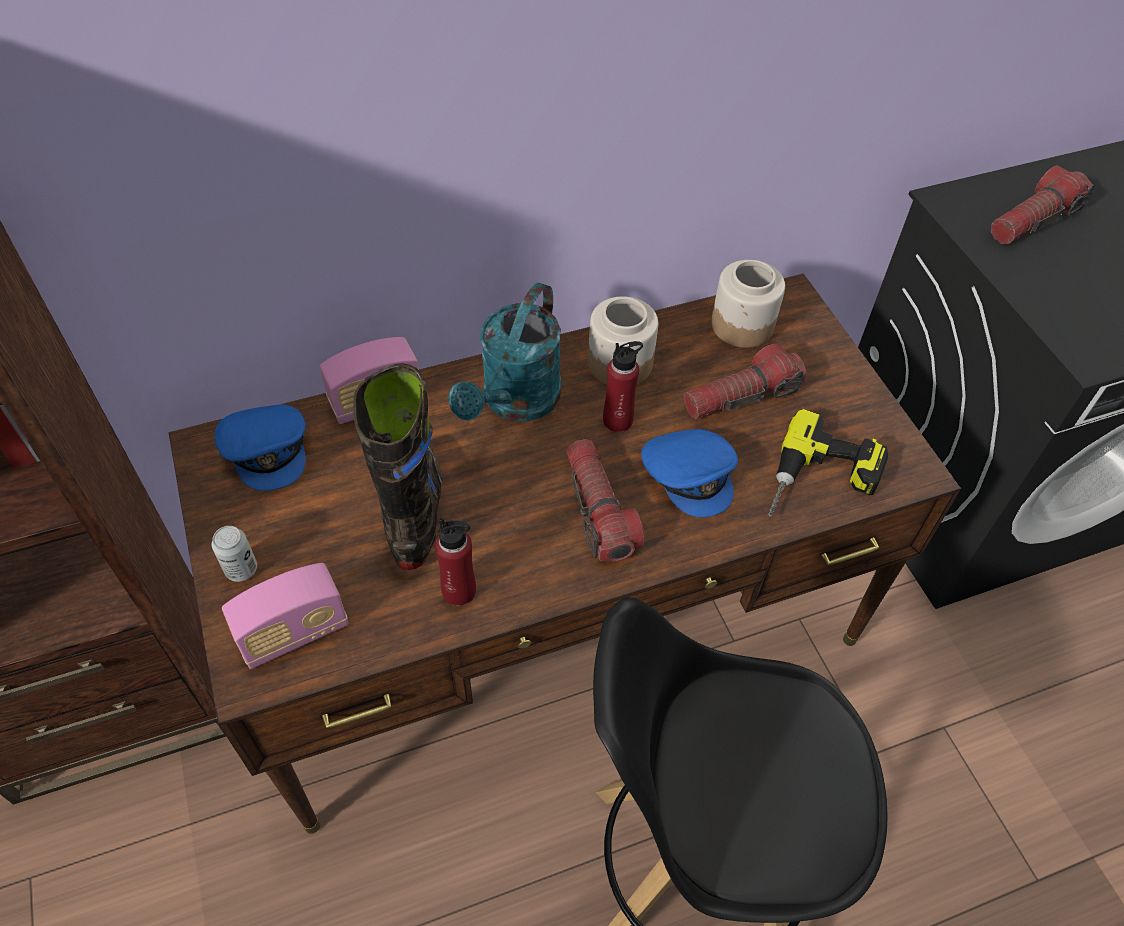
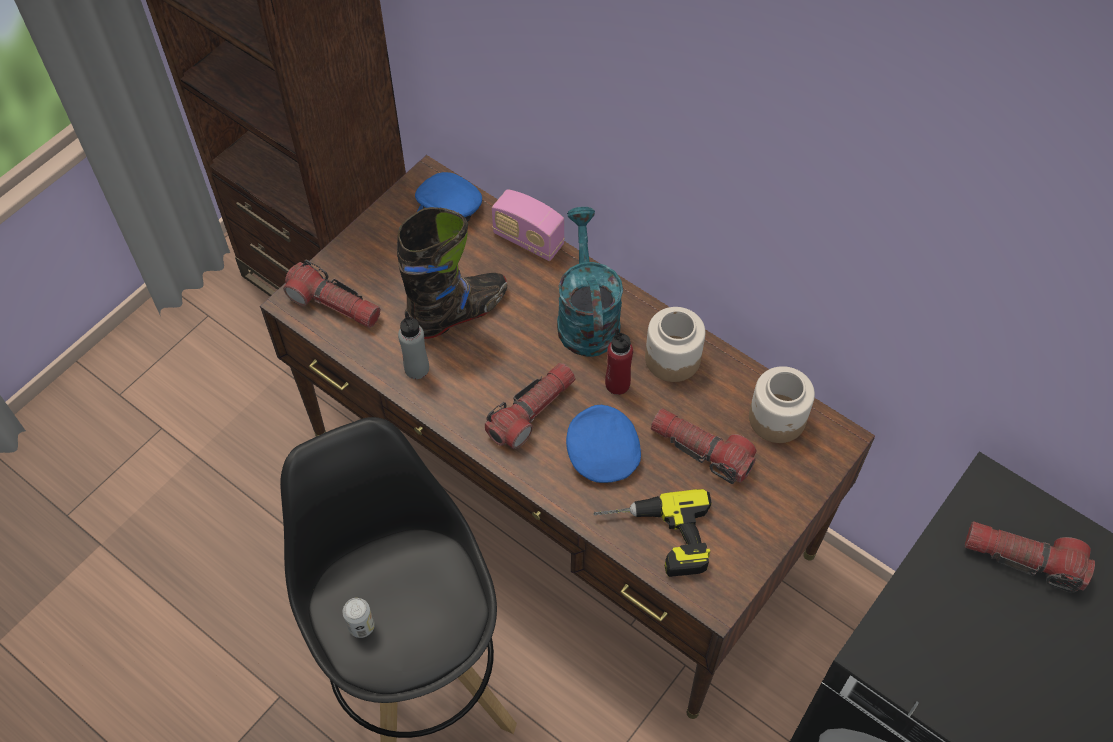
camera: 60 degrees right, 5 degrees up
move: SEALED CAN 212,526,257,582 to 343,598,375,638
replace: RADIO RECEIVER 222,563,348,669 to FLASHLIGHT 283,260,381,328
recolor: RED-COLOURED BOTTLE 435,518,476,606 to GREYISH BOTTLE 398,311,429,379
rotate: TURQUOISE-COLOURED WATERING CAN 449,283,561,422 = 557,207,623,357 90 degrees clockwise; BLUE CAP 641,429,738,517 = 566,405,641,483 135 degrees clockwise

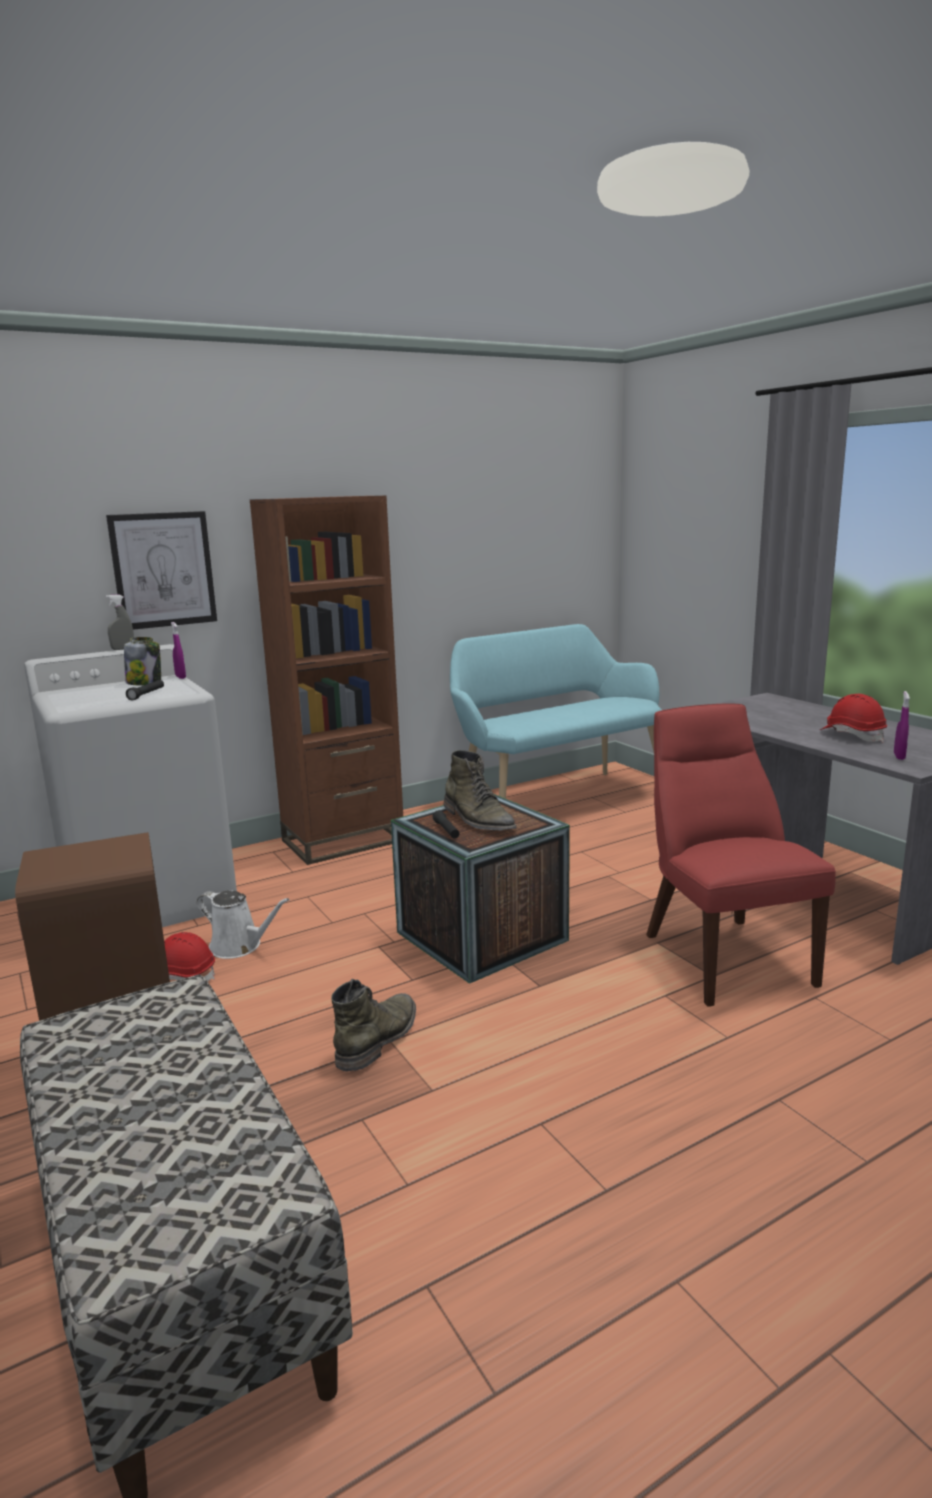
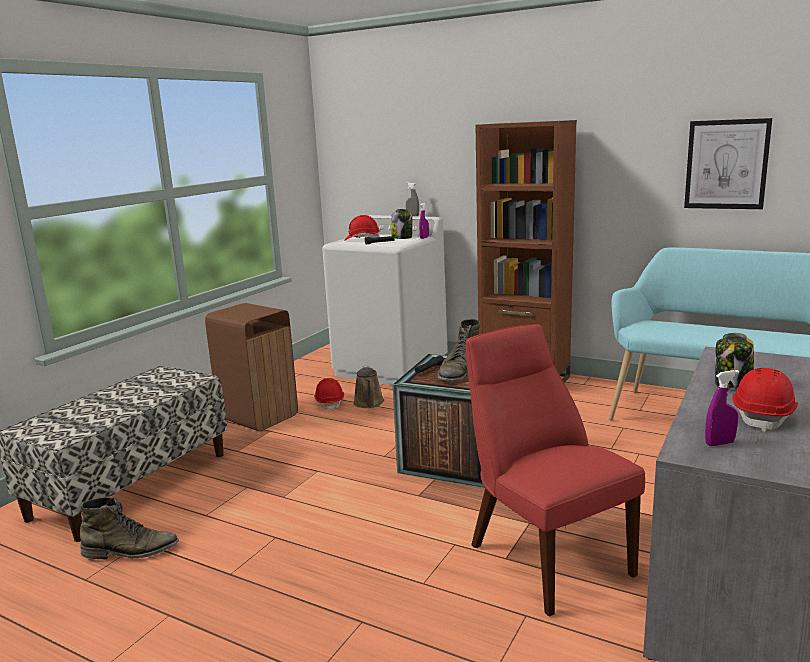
camera: 60 degrees right, 0 degrees up
insert: RED-COLOURED SAFETY HELMET 344,215,380,241; PRESERVE JAR 715,333,754,391
move: WALL ART 106,511,217,630 to 684,118,772,209; GREEN HIGH-TOP BOOT 331,979,416,1071 to 80,497,179,560
recolor: WHITISH WATERING CAN 197,890,290,959 to BROWN WATERING CAN 353,365,384,408
rotate: RED-COLOURED UPRIGHT CHAIR 646,703,836,1007 = 466,324,645,616 75 degrees counterclockwise

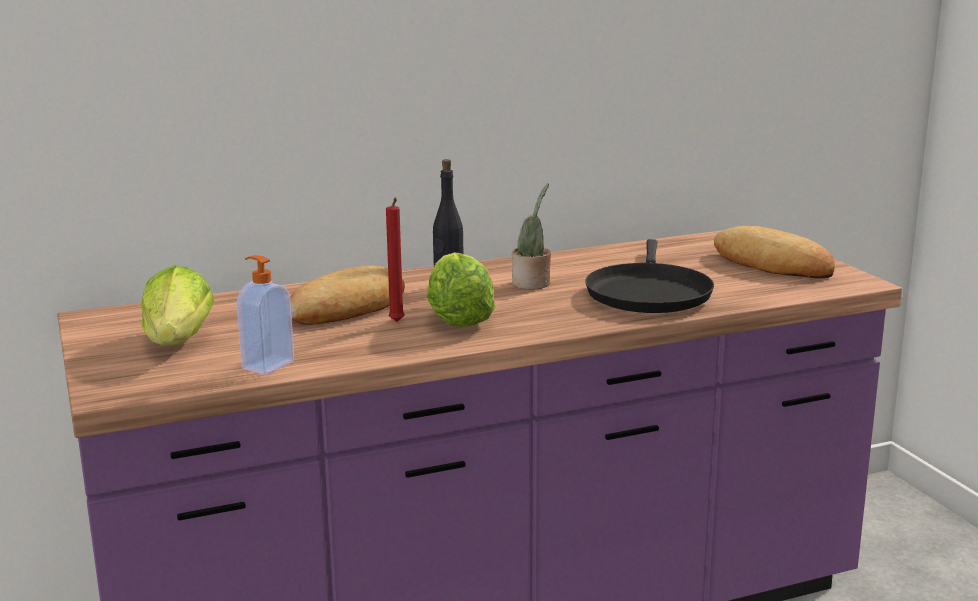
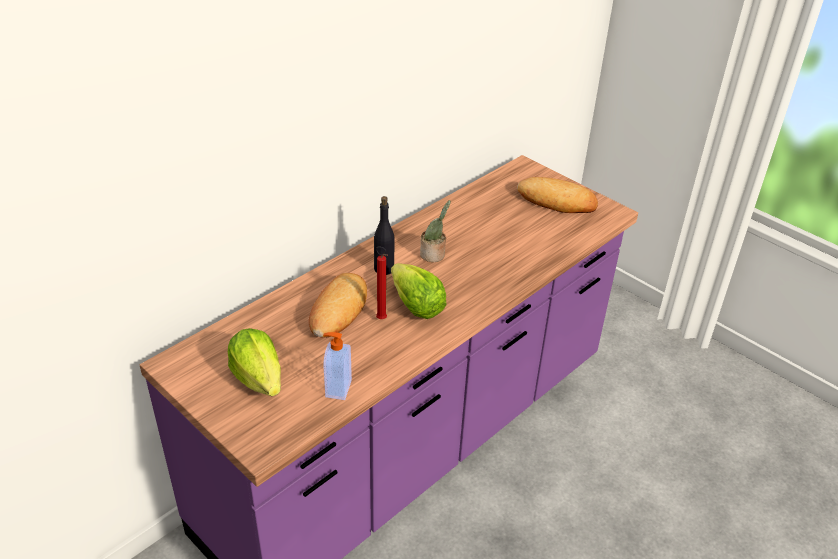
camera: 25 degrees left, 20 degrees up
delete: BLACK-COLOURED FRYING PAN 585,239,714,313

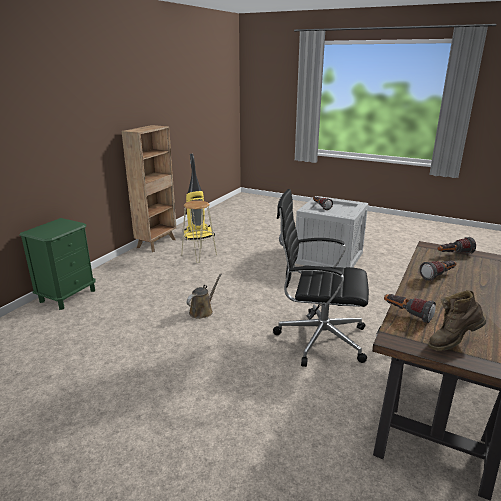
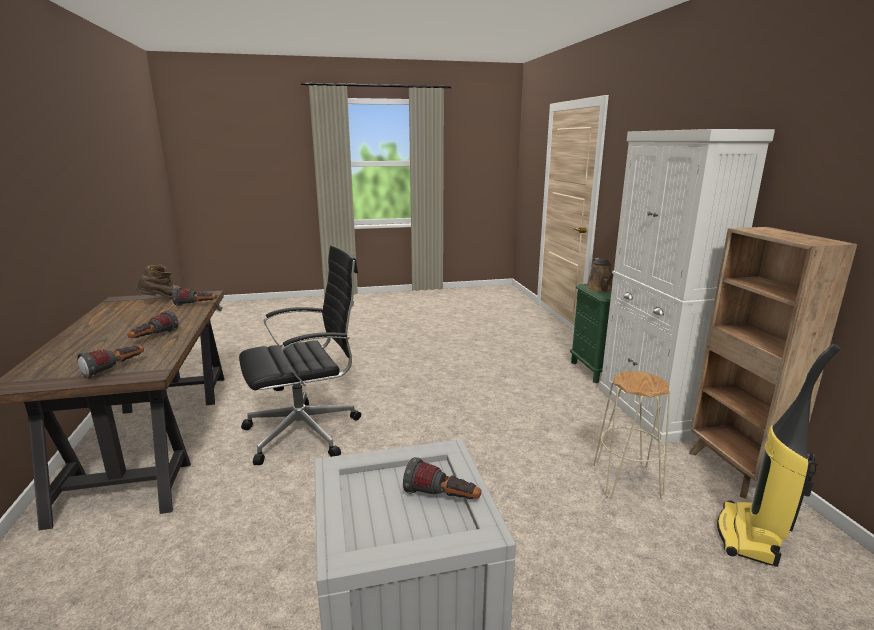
camera: 140 degrees right, 5 degrees down
insert: WHITISH STORAGE CABINET 599,129,775,444
move: BROWN WATERING CAN 187,273,222,319 to 586,258,614,292

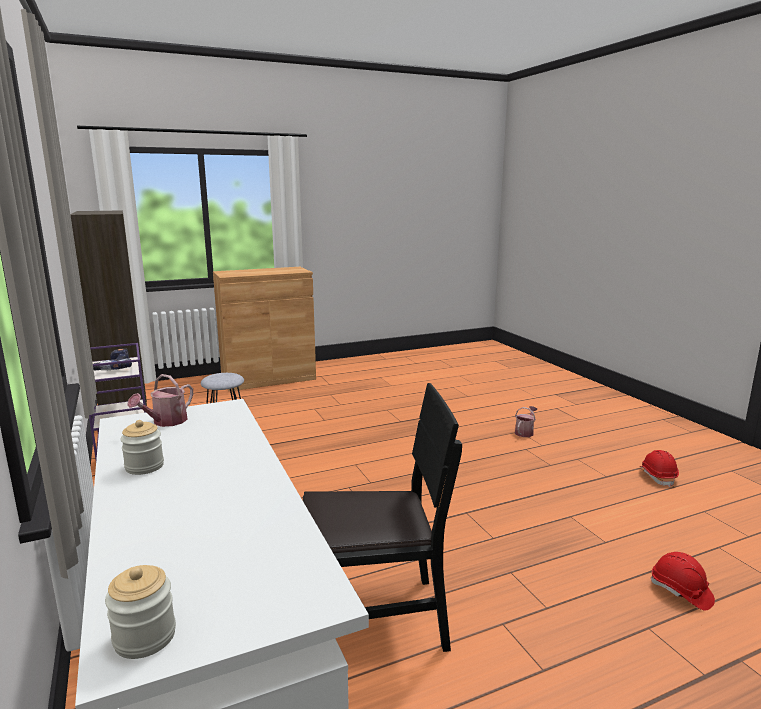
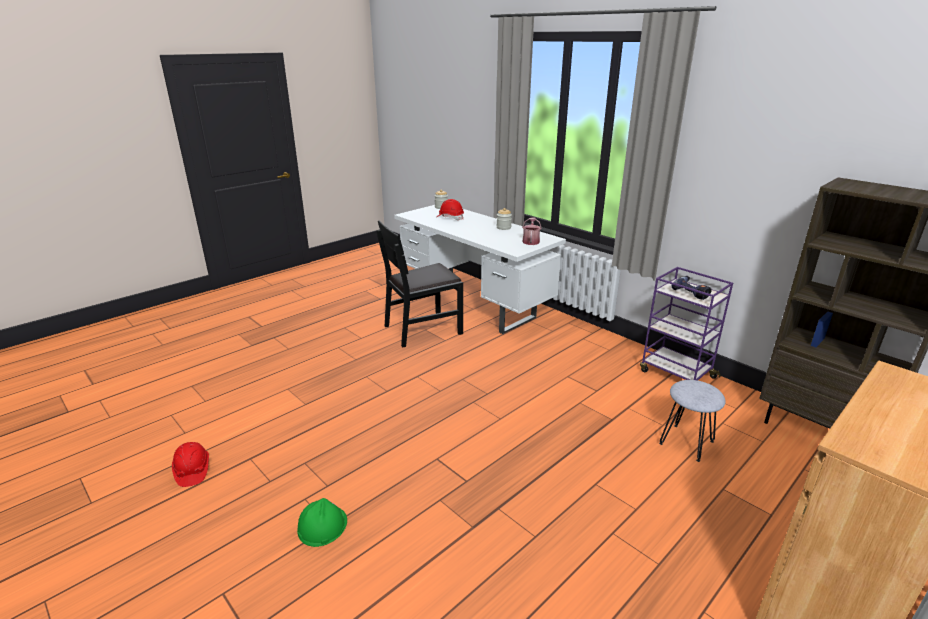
camera: 160 degrees right, 10 degrees up
move: RED-COLOURED SAFETY HELMET 651,552,715,611 to 437,199,464,220
replace: WATERING CAN 515,406,537,437 to GREEN SAFETY HELMET 297,498,347,547

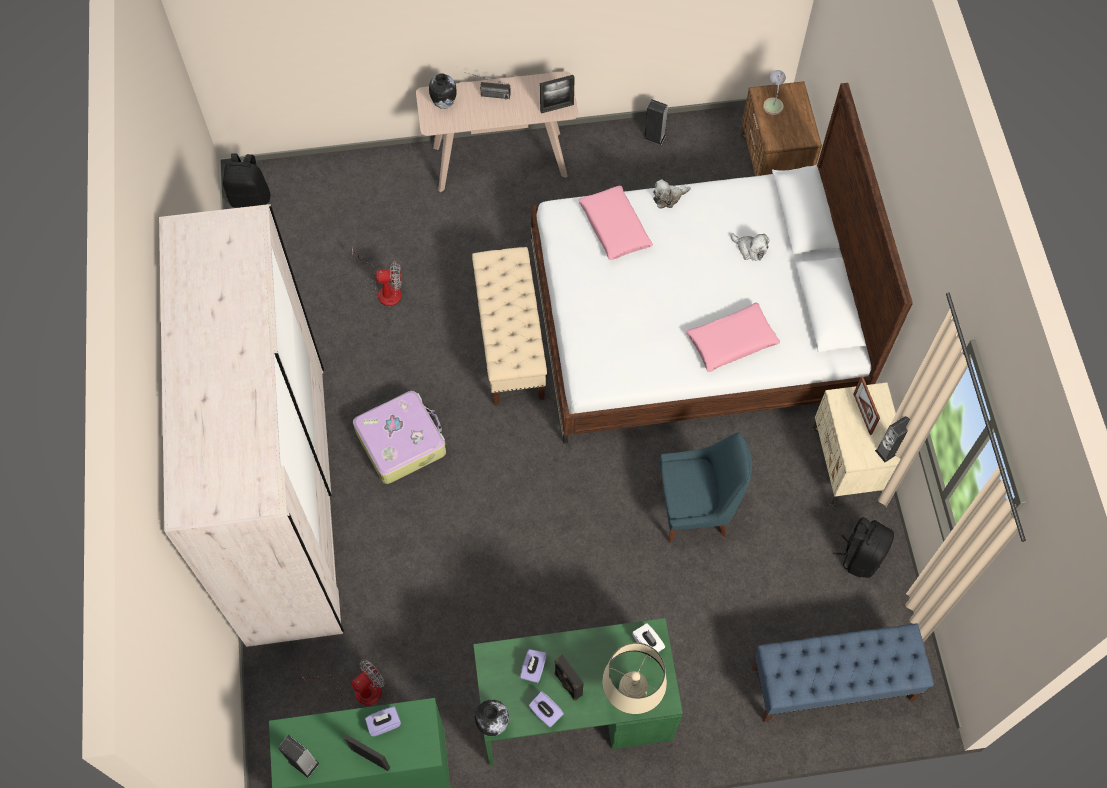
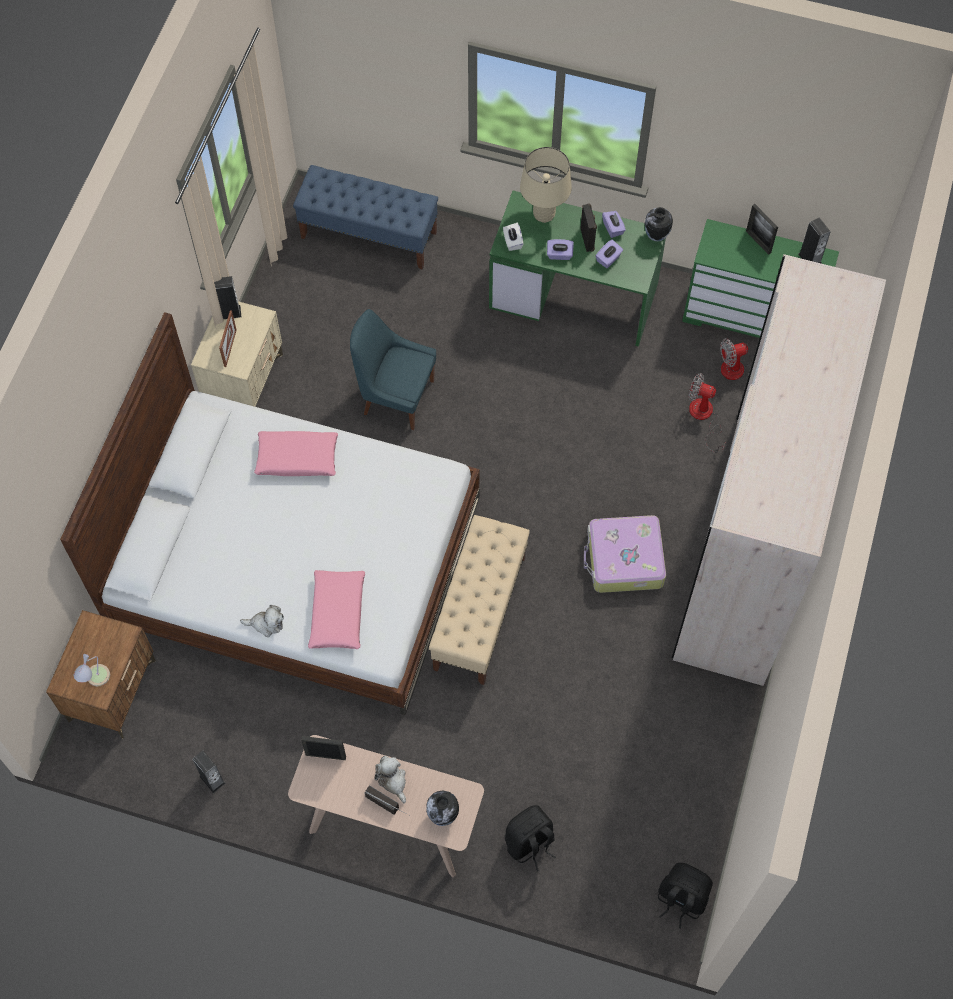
camera: 155 degrees left, 0 degrees up
move: ELECTRIC FAN 352,247,402,306 to 688,373,725,453; PURPLE-COLOURED TISSUE HOLDER 365,707,401,736 to 547,239,574,260; CUDDLY TOY 731,233,770,261 to 375,756,406,804; BLACK-COLOURED KNAPSACK 833,517,894,578 to 505,805,556,871

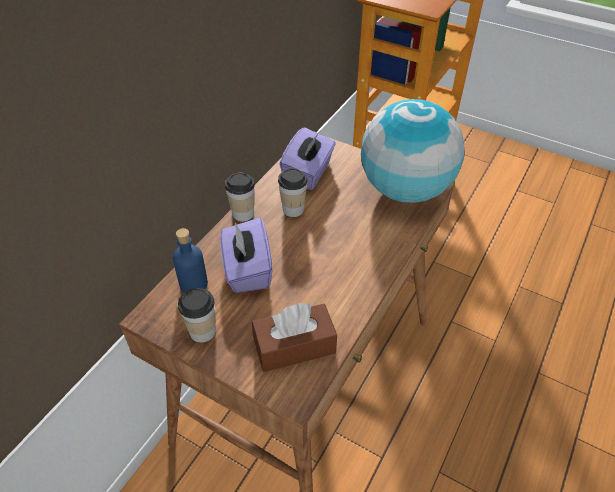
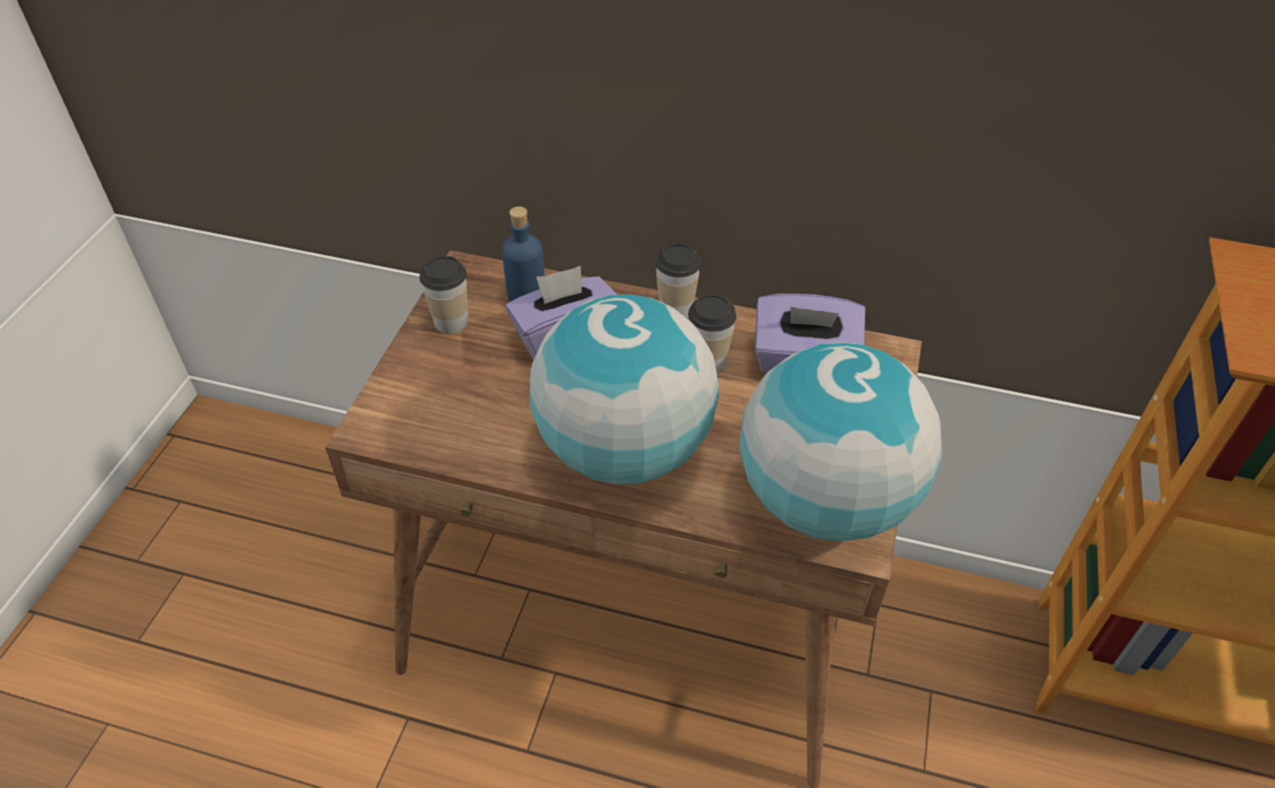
camera: 75 degrees right, 0 degrees up
delete: BROWN TISSUE HOLDER 252,302,337,372
insert: DESK GLOBE 530,294,719,484

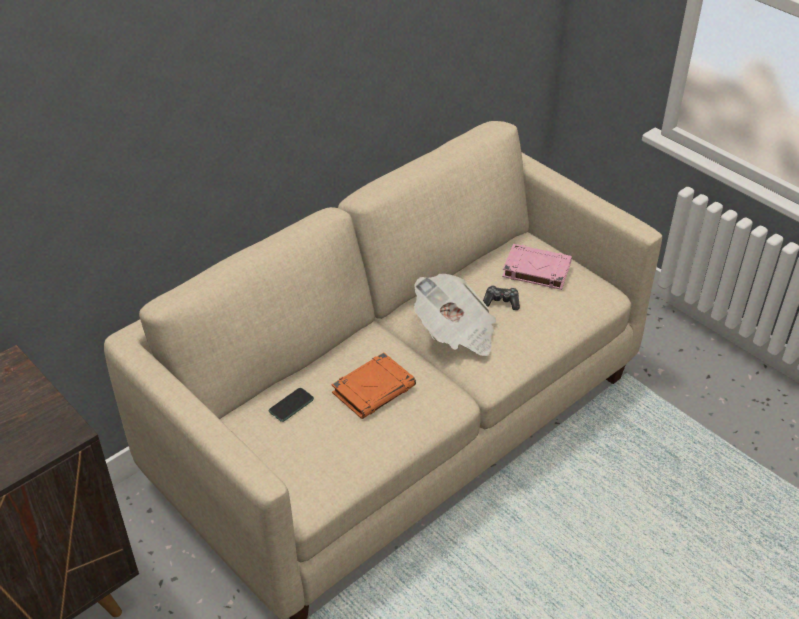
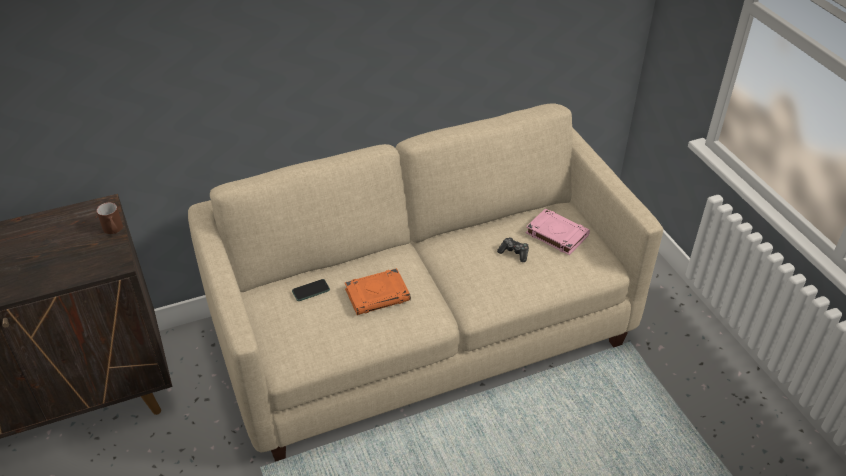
camera: 20 degrees right, 0 degrees up
delete: DAILY PAPER 414,274,496,356
insert: BROWN TEA MUG 97,203,123,234

